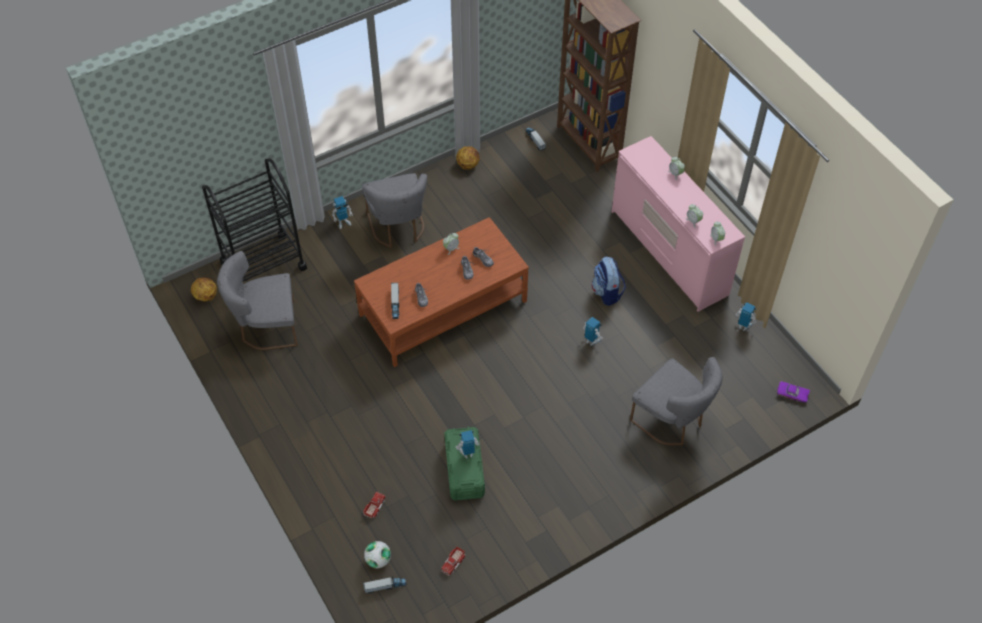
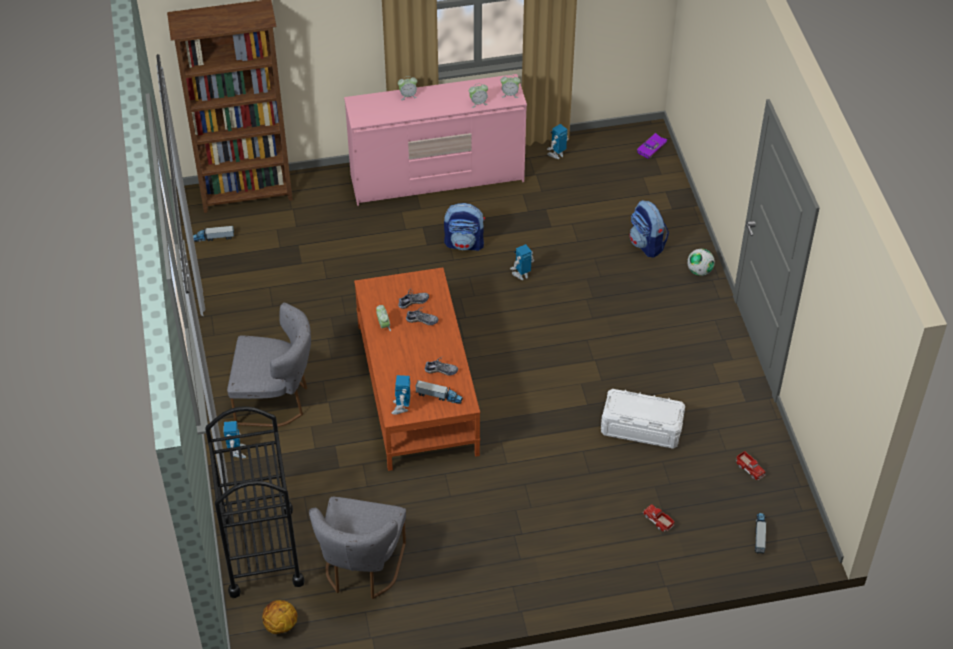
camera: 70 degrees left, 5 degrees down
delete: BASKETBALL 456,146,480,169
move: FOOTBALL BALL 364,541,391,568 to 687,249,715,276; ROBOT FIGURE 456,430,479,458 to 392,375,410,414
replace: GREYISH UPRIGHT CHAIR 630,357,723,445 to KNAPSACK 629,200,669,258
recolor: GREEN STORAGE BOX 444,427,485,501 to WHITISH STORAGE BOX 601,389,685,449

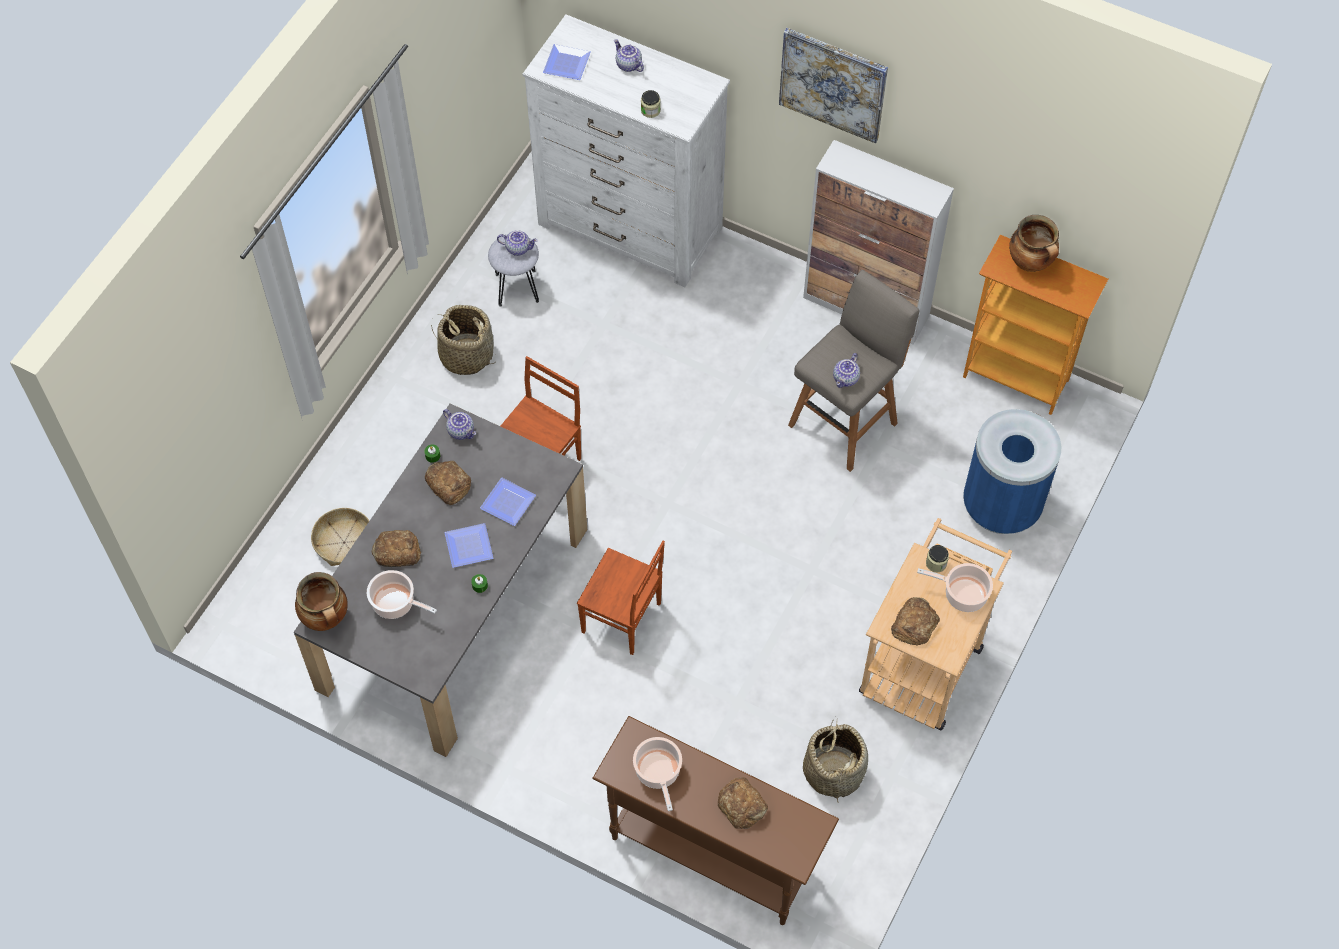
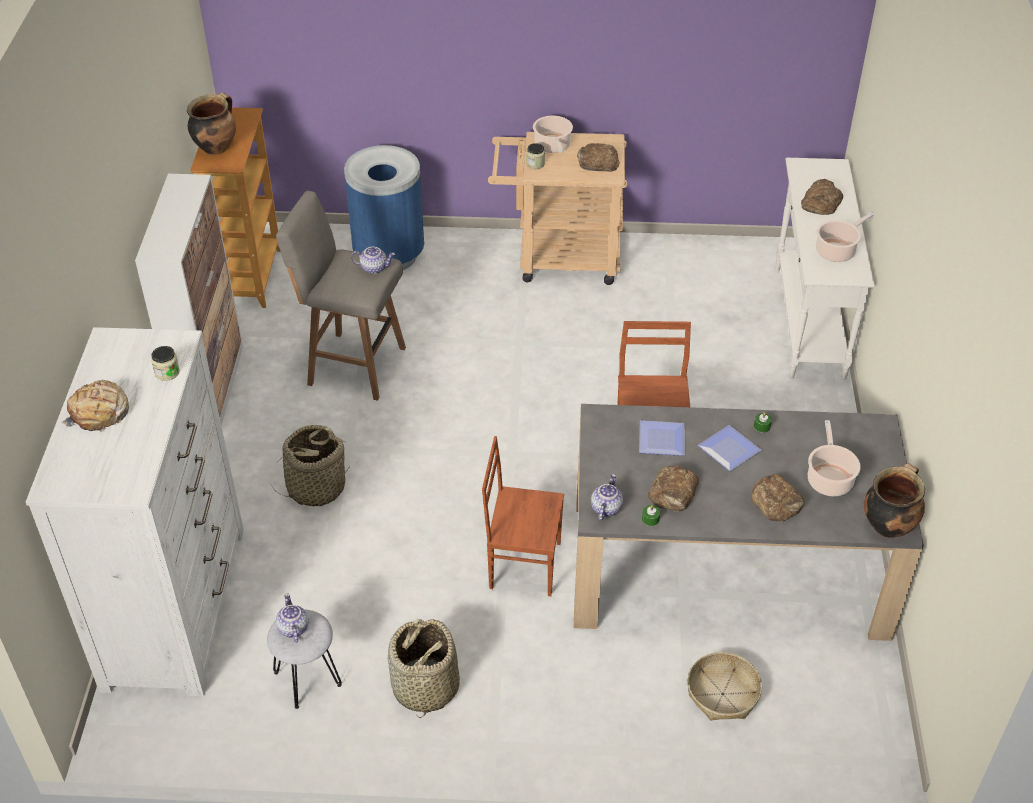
camera: 115 degrees left, 15 degrees down
delete: PLATE 543,44,591,80; WALL ART 779,28,888,143
move: BASKET 803,716,868,802 to 273,425,351,506
replace: TEAPOT 614,39,644,72 to BREAD 61,380,129,432
recolor: BROWN NARROW TABLE 592,716,839,925 to WHITISH NARROW TABLE 775,158,875,380

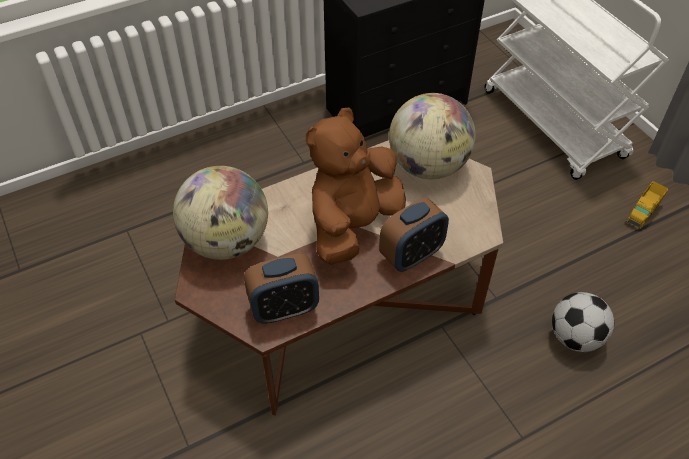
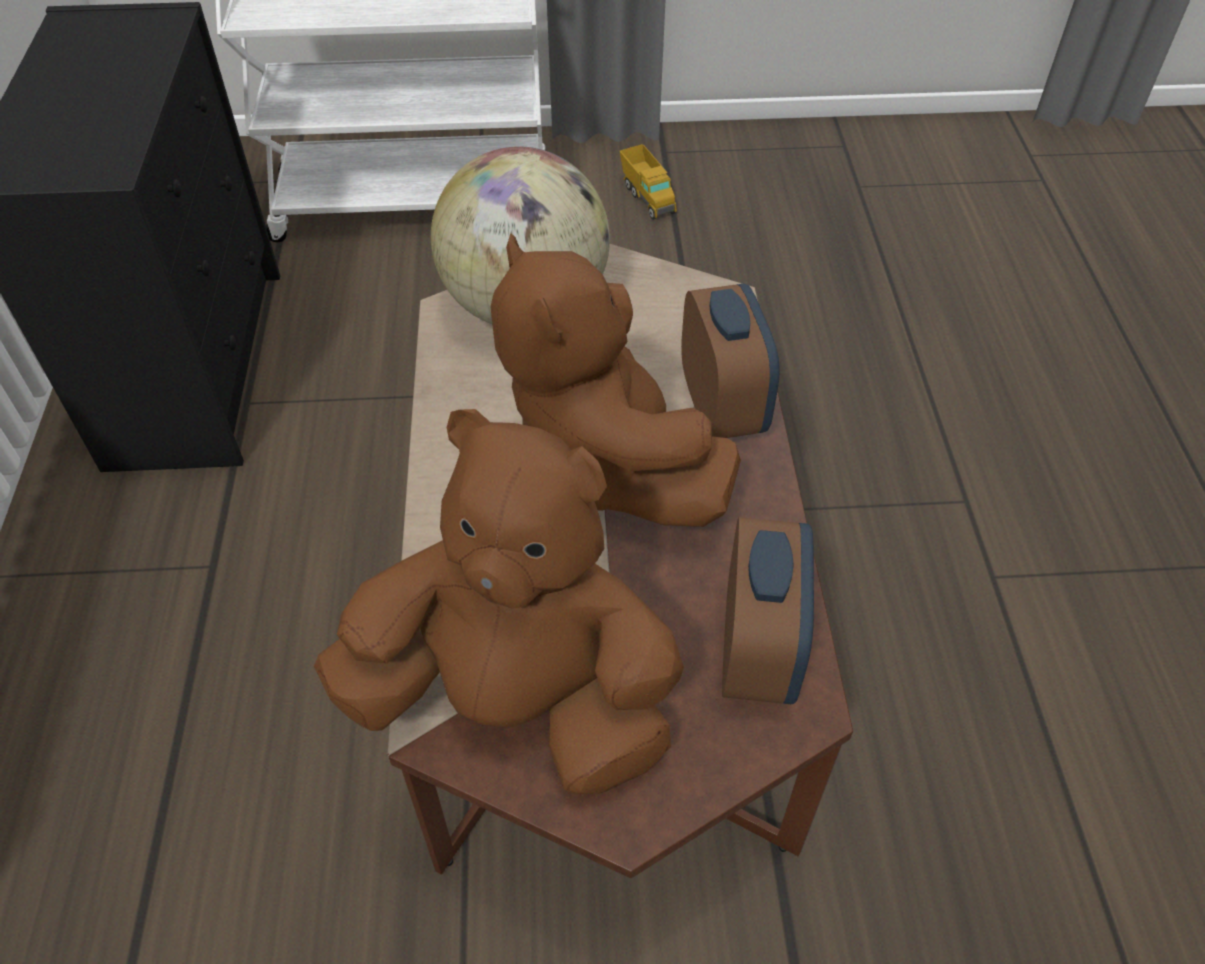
camera: 65 degrees left, 0 degrees up
delete: FOOTBALL BALL 552,292,614,352
replace: DESK GLOBE 173,166,268,260 to BROWN CUDDLY TOY 314,409,684,794

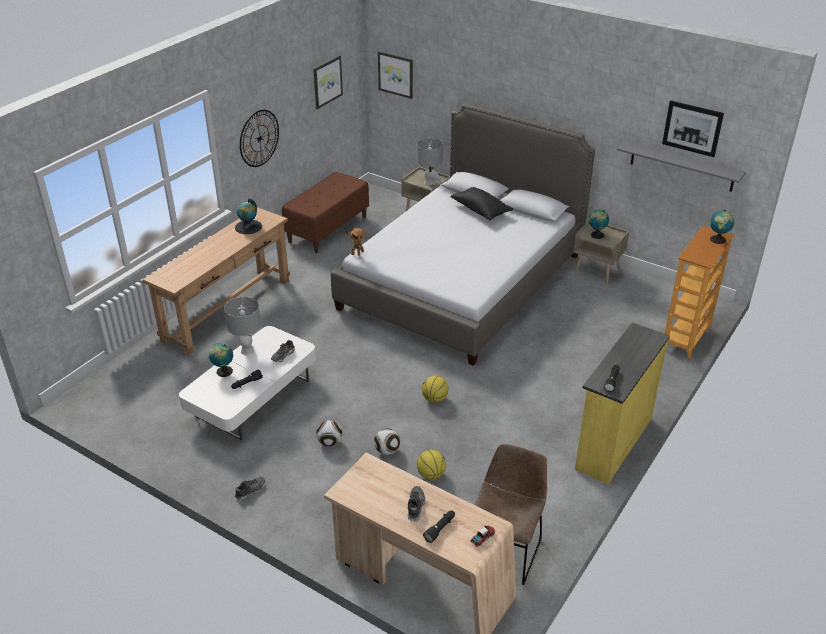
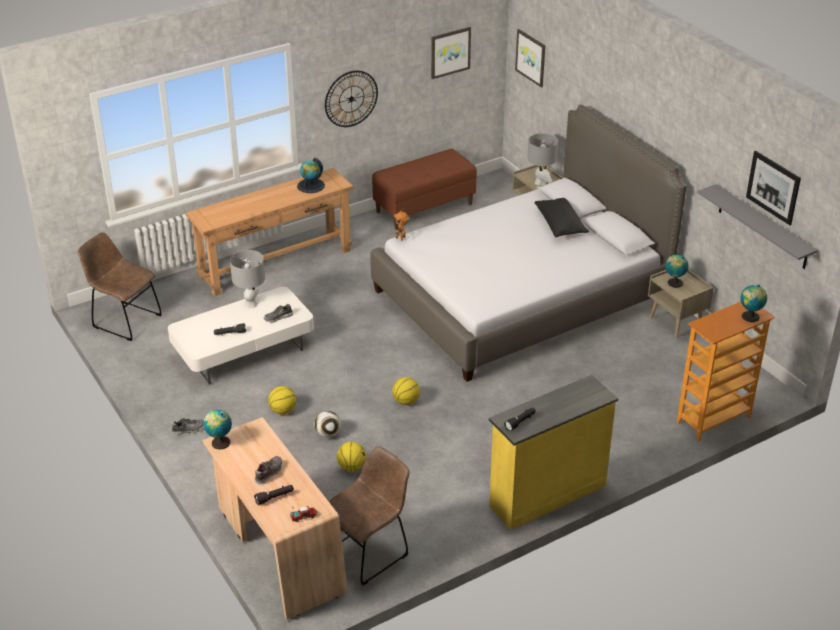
camera: 25 degrees right, 0 degrees up
insert: BROWN UPRIGHT CHAIR 78,232,162,341
move: DESK GLOBE 209,343,233,377 to 203,410,232,449
replace: FOOTBALL BALL 316,420,342,447 to BASKETBALL 268,386,297,414

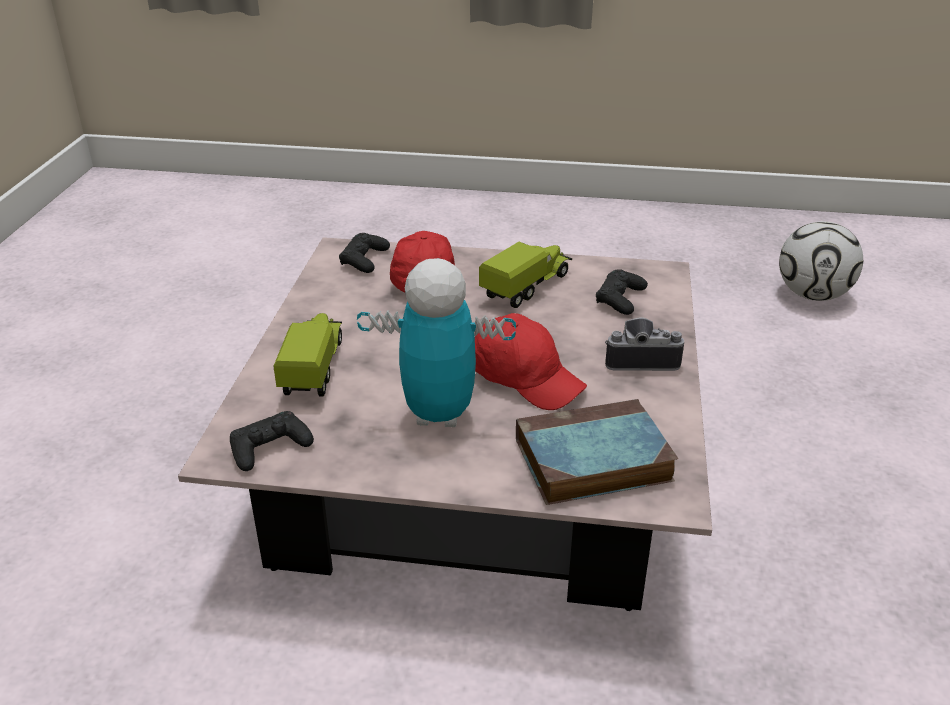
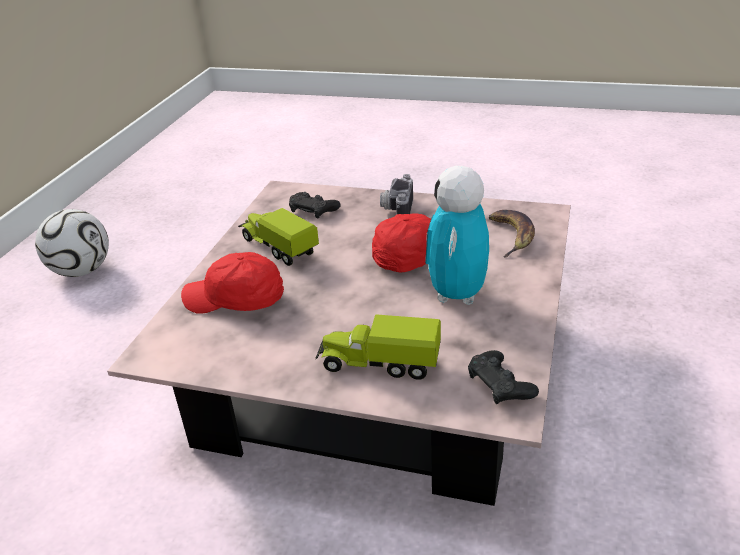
camera: 80 degrees left, 0 degrees up
delete: BLACK-COLOURED GAME CONTROLLER 339,233,390,273
move: FOOTBALL BALL 779,221,863,301 to 35,209,109,277
replace: BOUND BOOK 516,399,678,505 to BANANA FRUIT 489,210,535,257

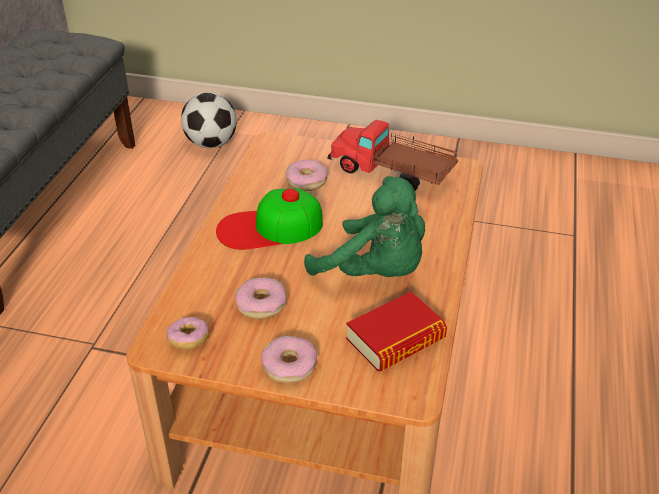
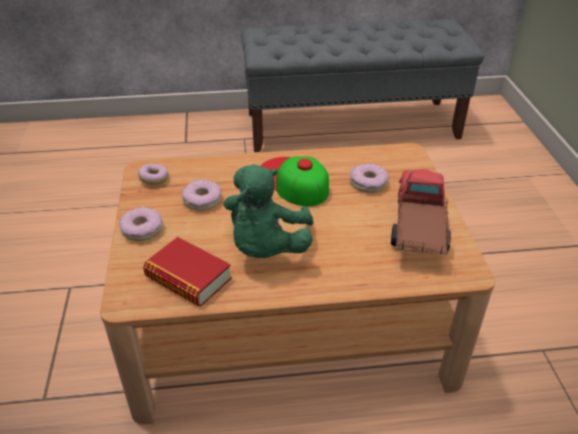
camera: 70 degrees right, 0 degrees up
delete: FOOTBALL BALL 181,92,237,148

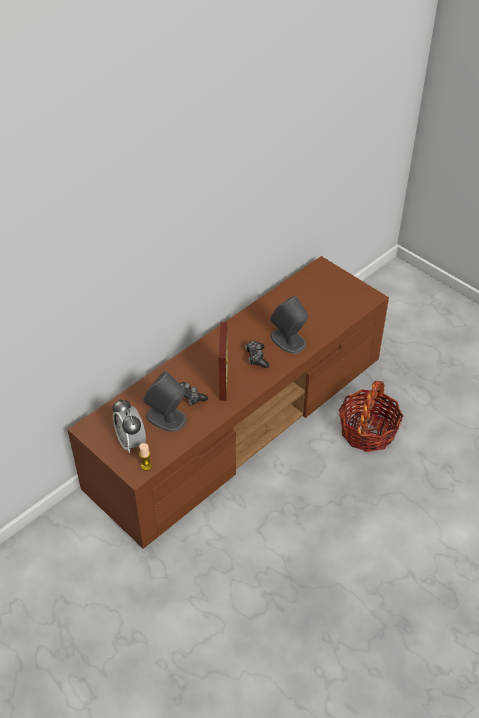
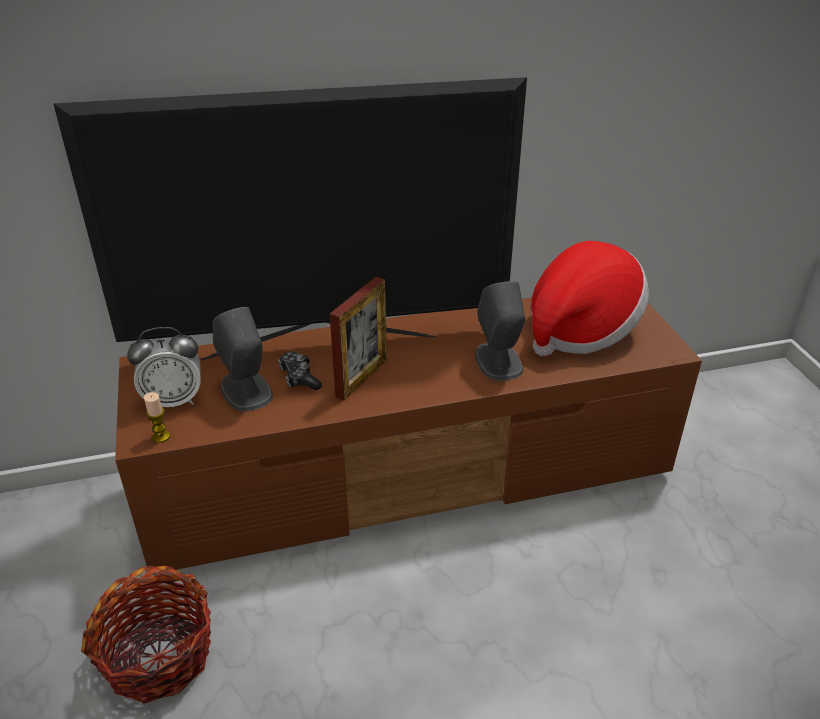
camera: 30 degrees right, 10 degrees down
delete: GAME CONTROLLER 245,341,269,368
insert: TV SET 53,77,527,360; HAT 531,241,649,356
move: BASKET 339,381,403,452 to 81,565,211,704
rotate: BEDSIDE CLOCK 112,398,146,453 = 127,327,201,407 105 degrees counterclockwise

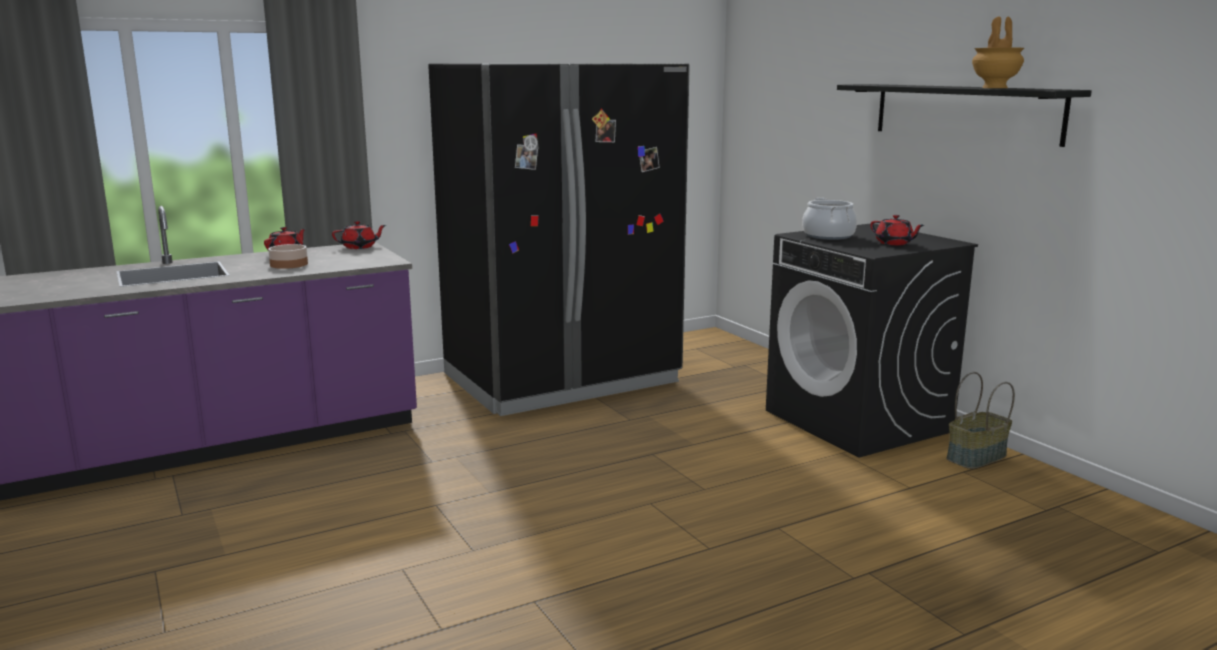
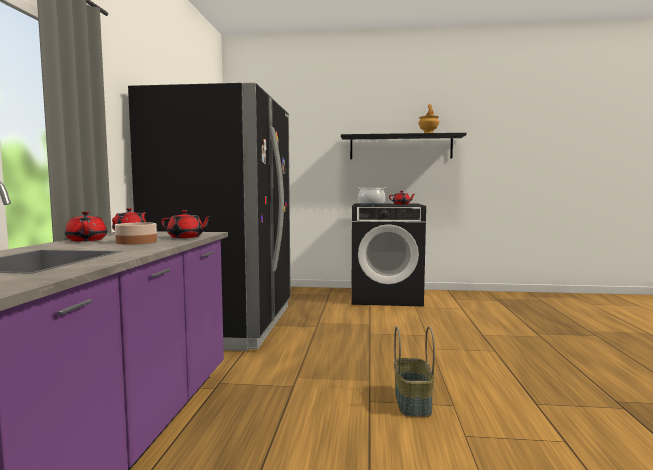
camera: 55 degrees left, 10 degrees down
insert: RED-COLOURED TEAPOT 161,210,213,238
move: BASKET 947,372,1015,469 to 394,326,435,417

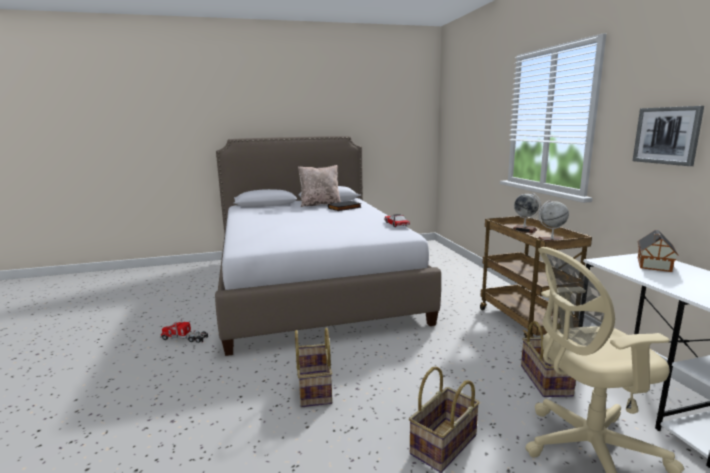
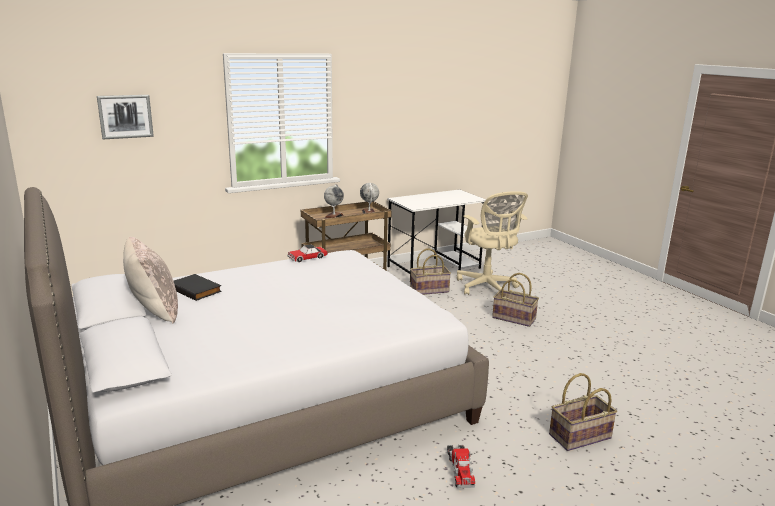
camera: 105 degrees left, 5 degrees up
delete: MODEL HOUSE 638,230,679,272
move: BASKET 295,328,332,407 to 549,373,617,451; WALL ART 633,106,704,166 to 97,95,154,139

